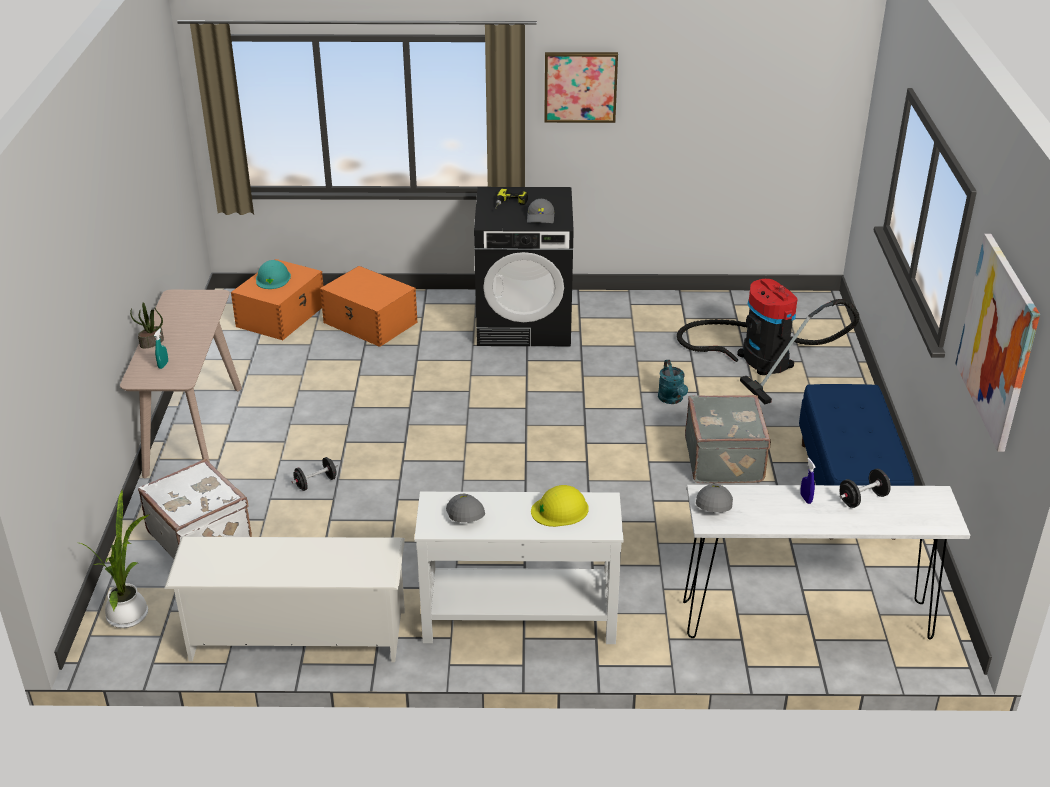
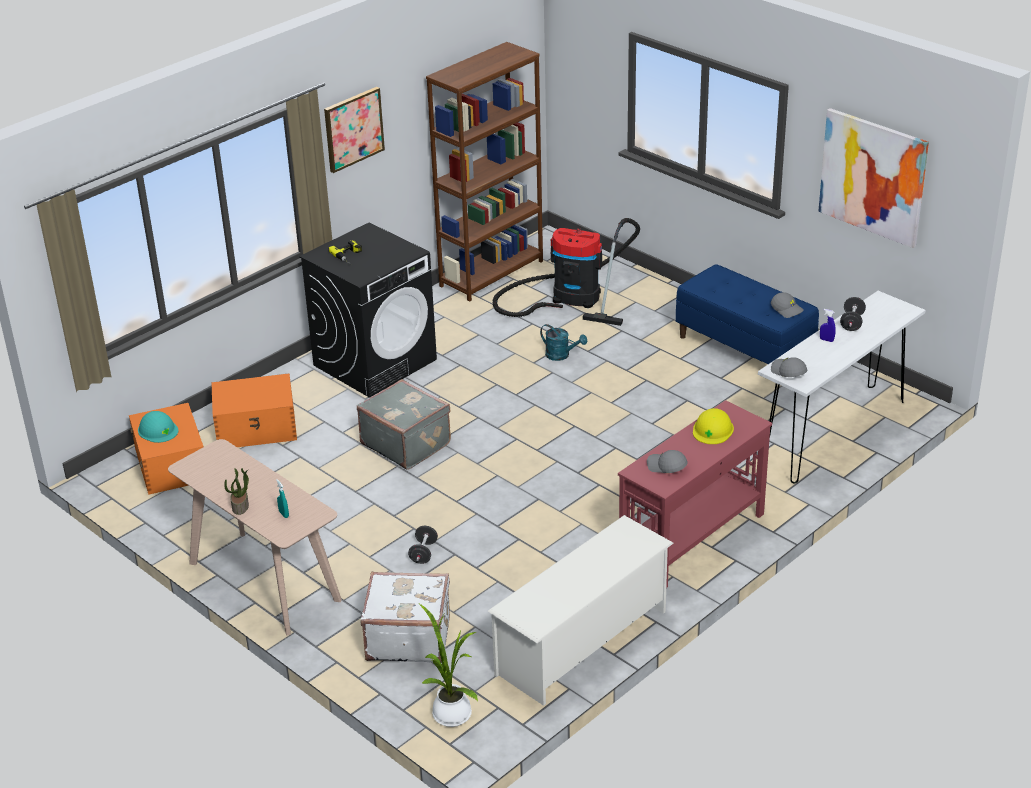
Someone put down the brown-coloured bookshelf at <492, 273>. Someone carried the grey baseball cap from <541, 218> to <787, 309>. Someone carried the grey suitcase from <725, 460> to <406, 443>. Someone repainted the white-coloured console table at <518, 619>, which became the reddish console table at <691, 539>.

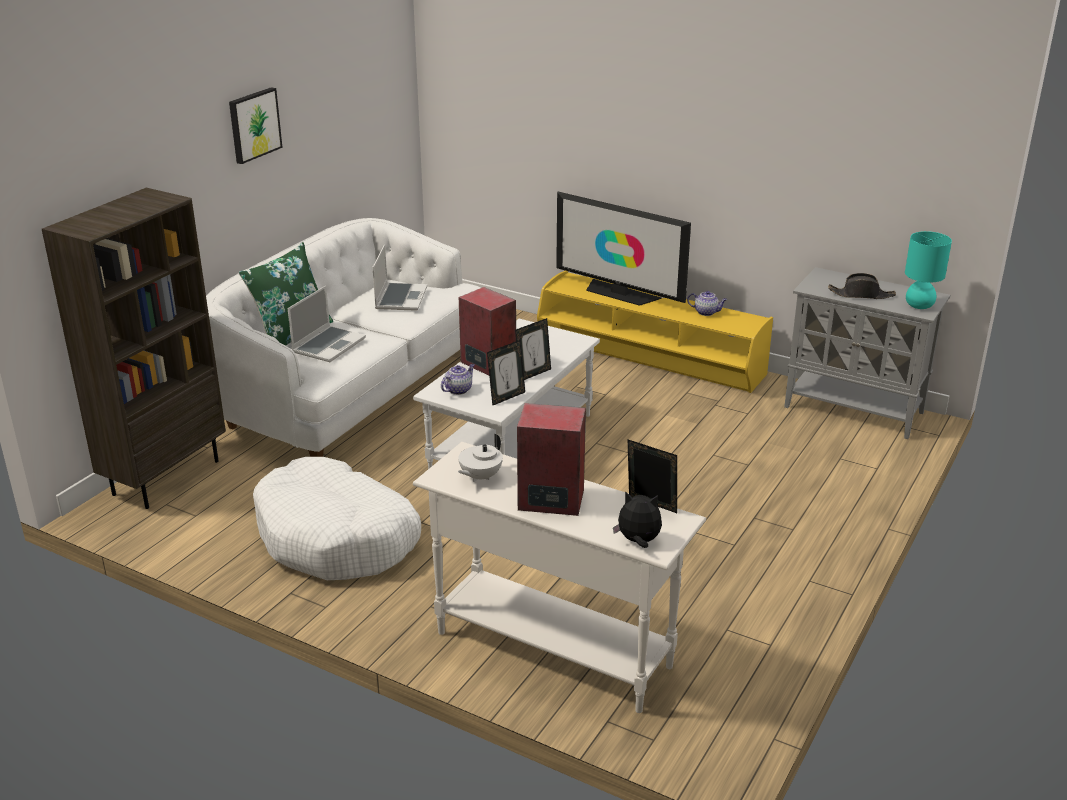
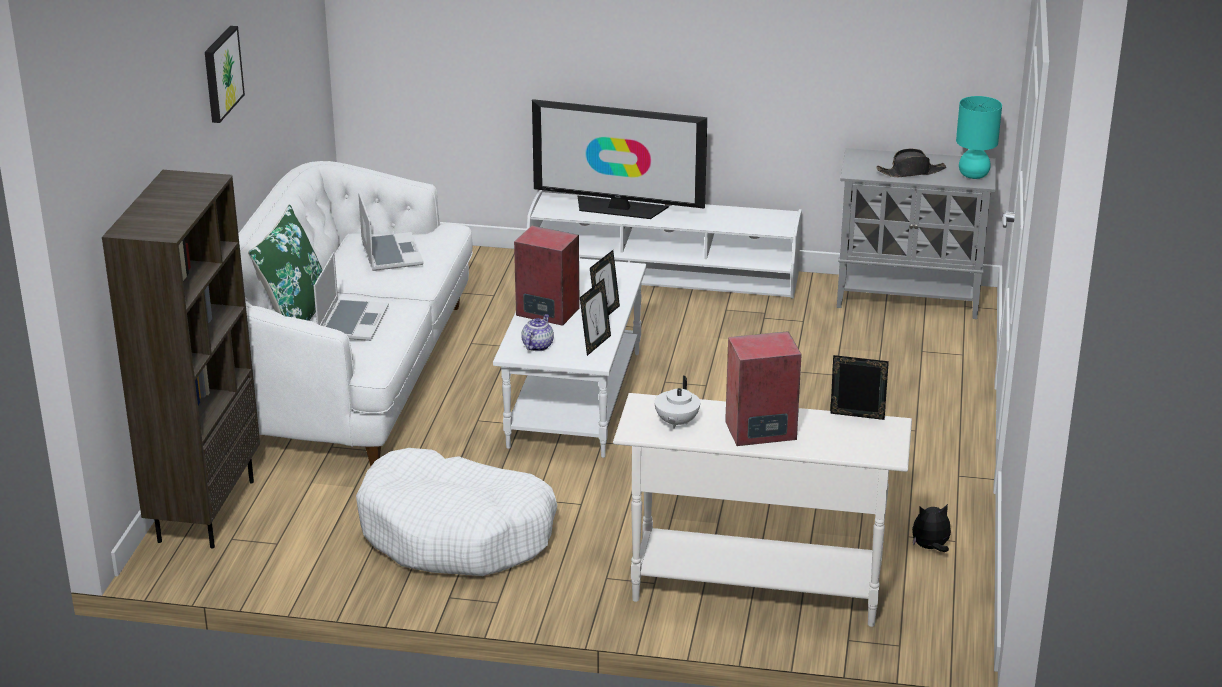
Someone took away the teapot at <706, 312>. Someone carried the plush toy from <638, 541> to <930, 548>. Someone repainted the yellowish media console at <650, 360>, which became the white-coloured media console at <663, 280>.

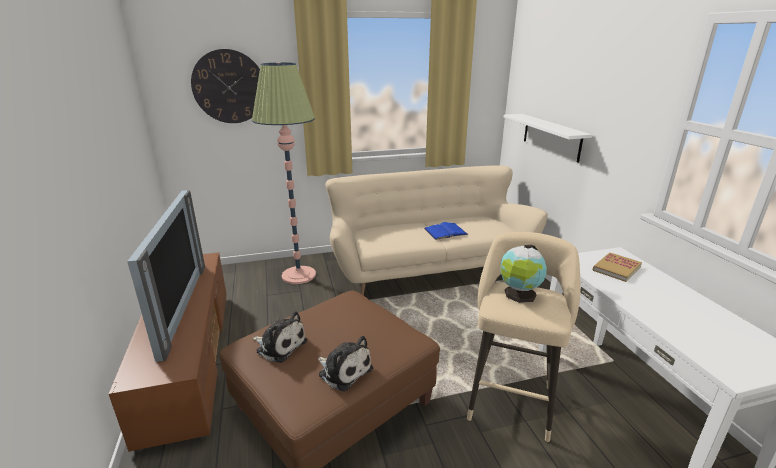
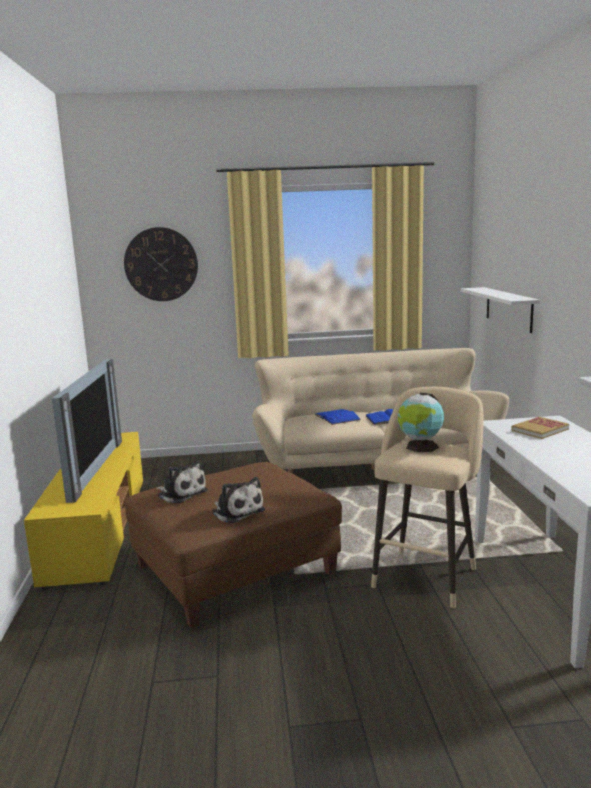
Someone took away the standing lamp at <299, 275>. Someone put down the bluish book at <337, 417>. Someone repainted the brown-coloured media console at <189, 357>, which became the yellowish media console at <98, 529>.

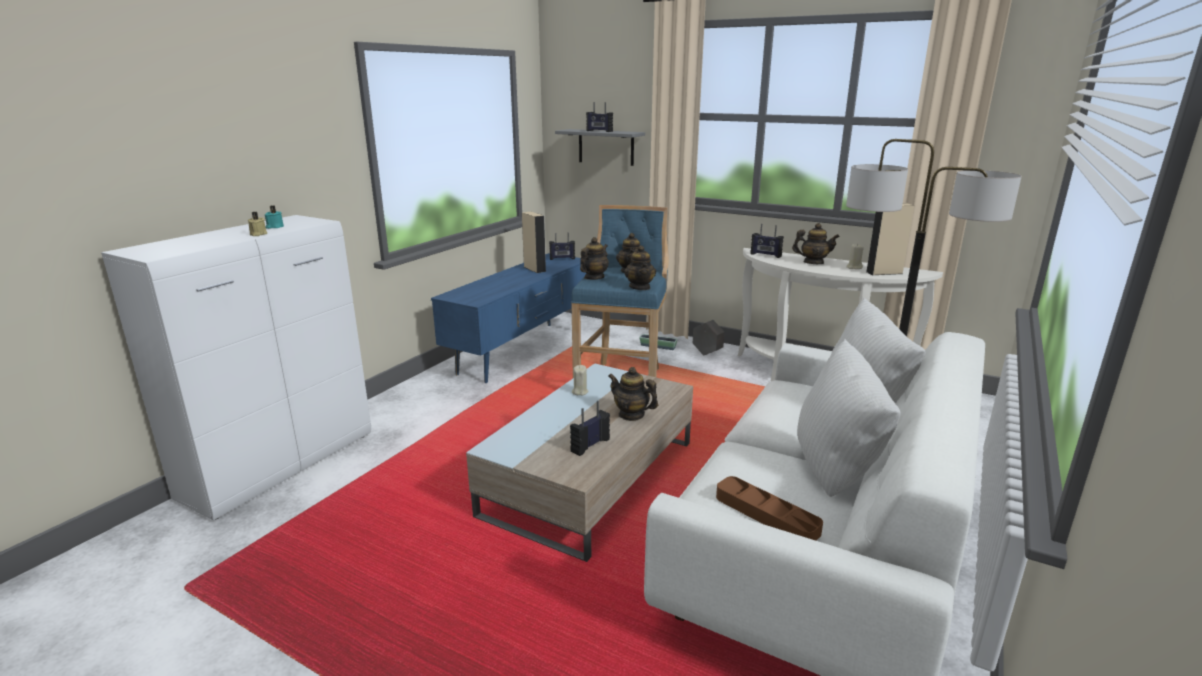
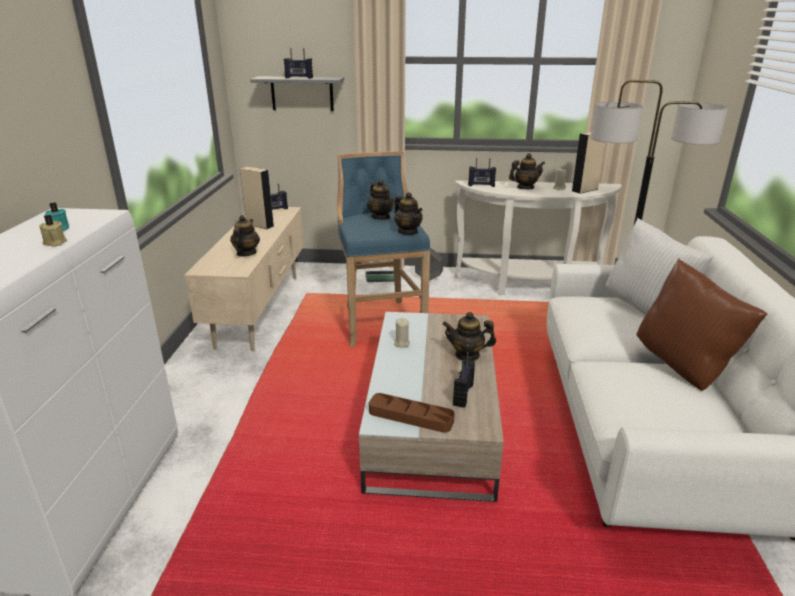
Someone carried the teapot from <594, 277> to <246, 253>. Someone carried the brown-coloured tray from <766, 514> to <410, 416>. Someone repainted the bluish media console at <521, 351>, which became the sand-coloured media console at <260, 310>. Someone repainted the white-coloured cushion at <837, 472>, which became the brown-coloured cushion at <683, 368>.

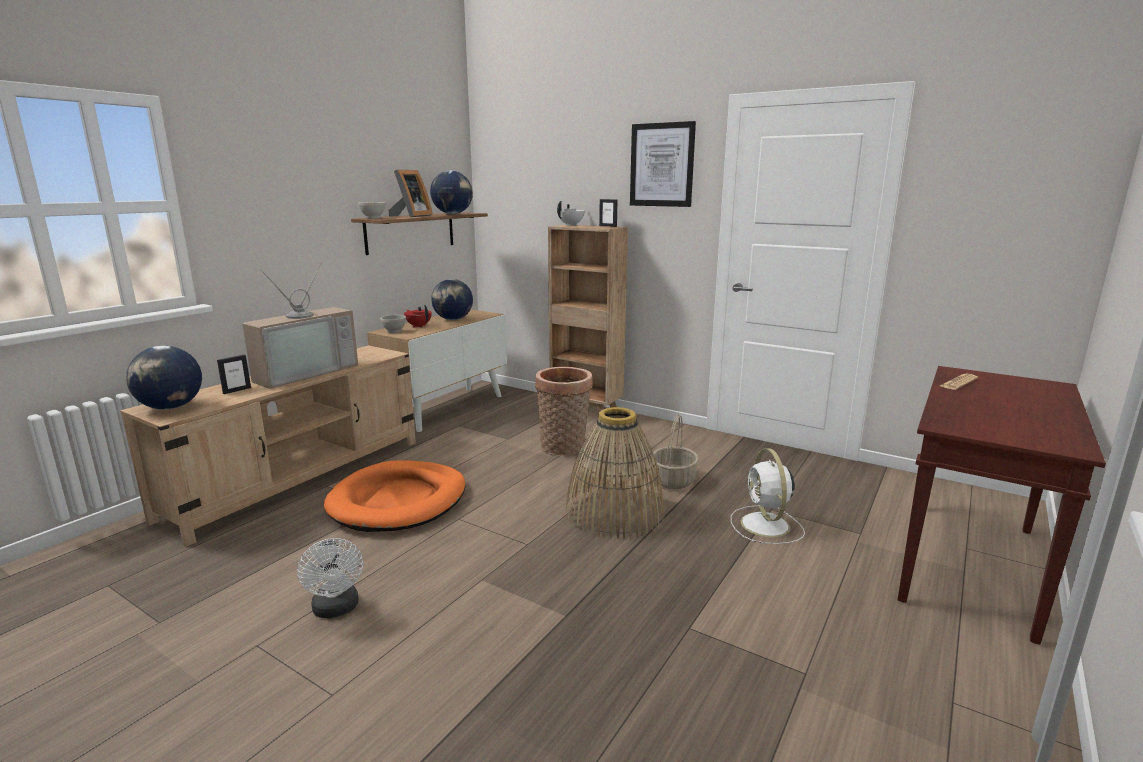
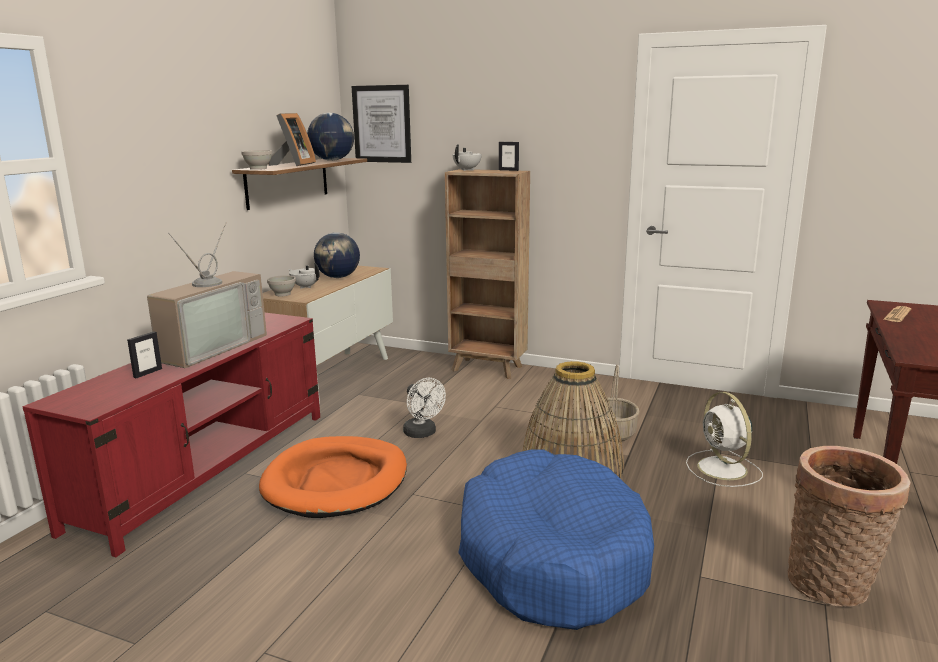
Someone took away the world globe at <170, 407>. Someone put down the bluish dog cushion at <551, 557>. Someone carried the white-coloured electric fan from <336, 609> to <422, 433>. Someone carried the household basket from <564, 448> to <833, 586>. Someone carried the wall art from <662, 165> to <382, 124>. Someone repainted the sand-coloured media console at <300, 478>, which became the reddish media console at <208, 467>. Someone repainted the reddish teapot at <418, 326>, which became the white-coloured teapot at <305, 287>.

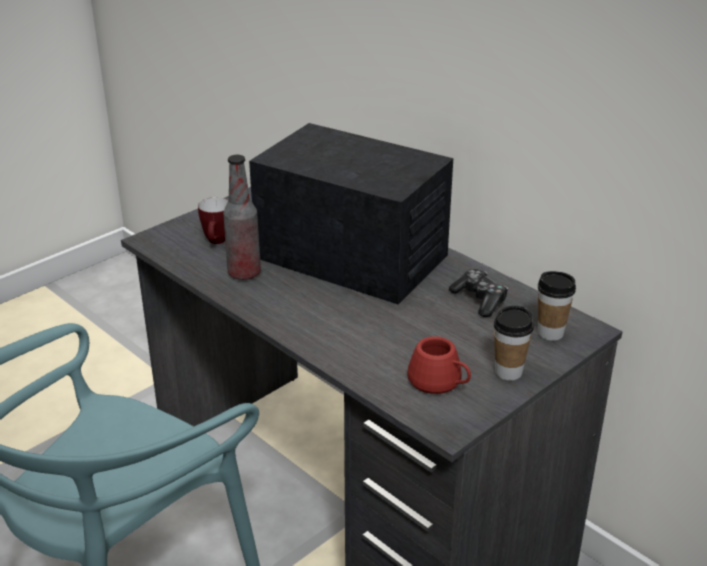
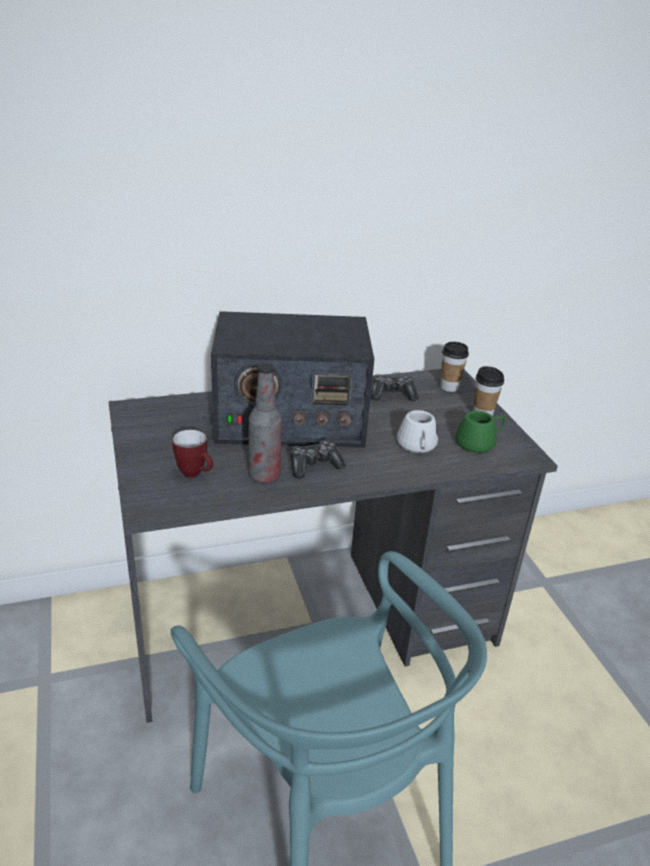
Someone put down the gamepad at <314, 466>. Someone put down the white-coloured mug at <417, 446>. Someone repainted the reddish mug at <440, 382>, which became the greenish mug at <479, 442>. Someone rotated the radio at <352, 256> by 150 degrees counterclockwise.

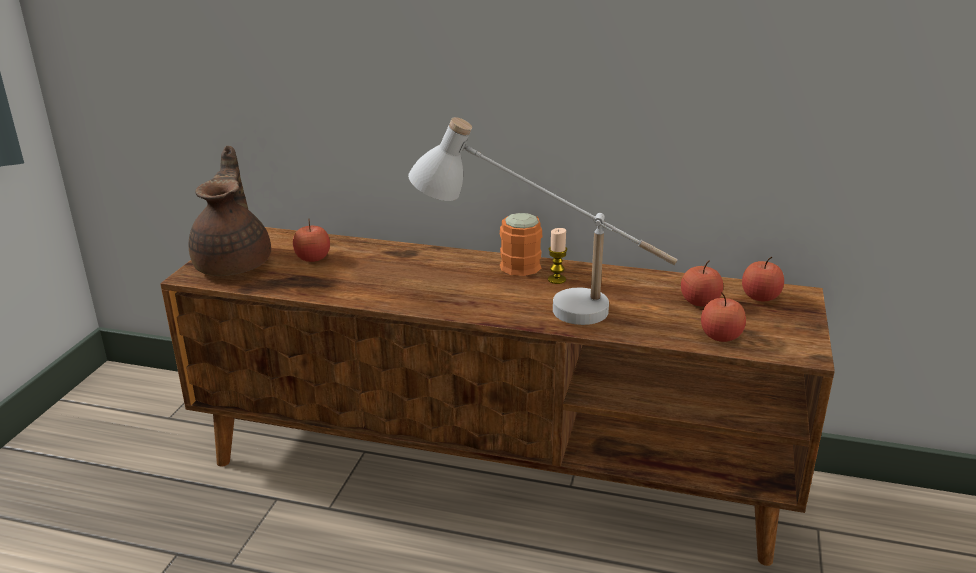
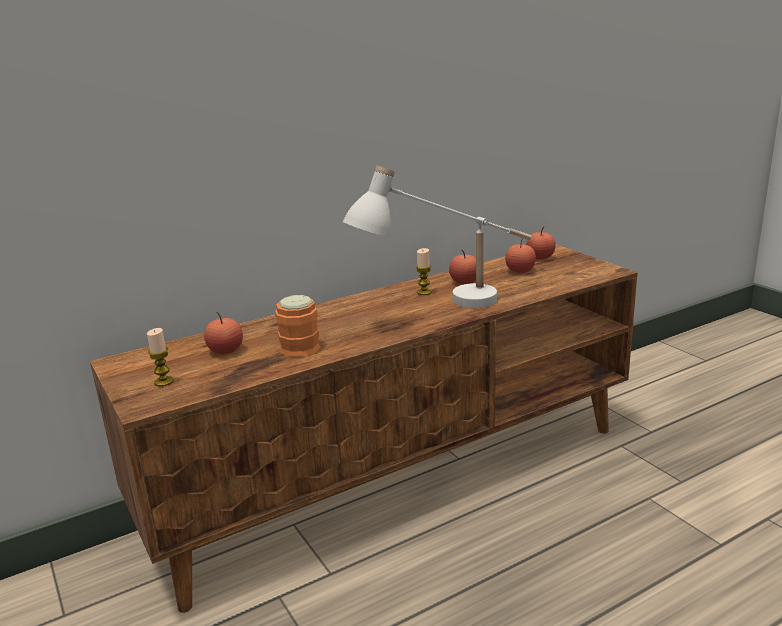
Someone carried the orangey mug from <524, 263> to <298, 344>. Someone carried the whole apple from <721, 336> to <464, 282>. Someone swapped the brown-coloured teapot at <235, 263> for the wax light at <164, 382>.

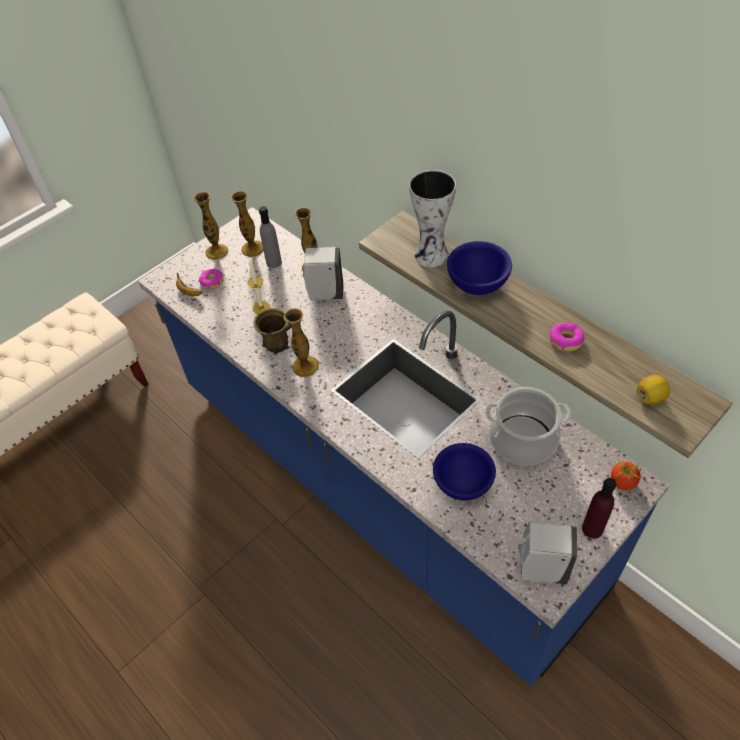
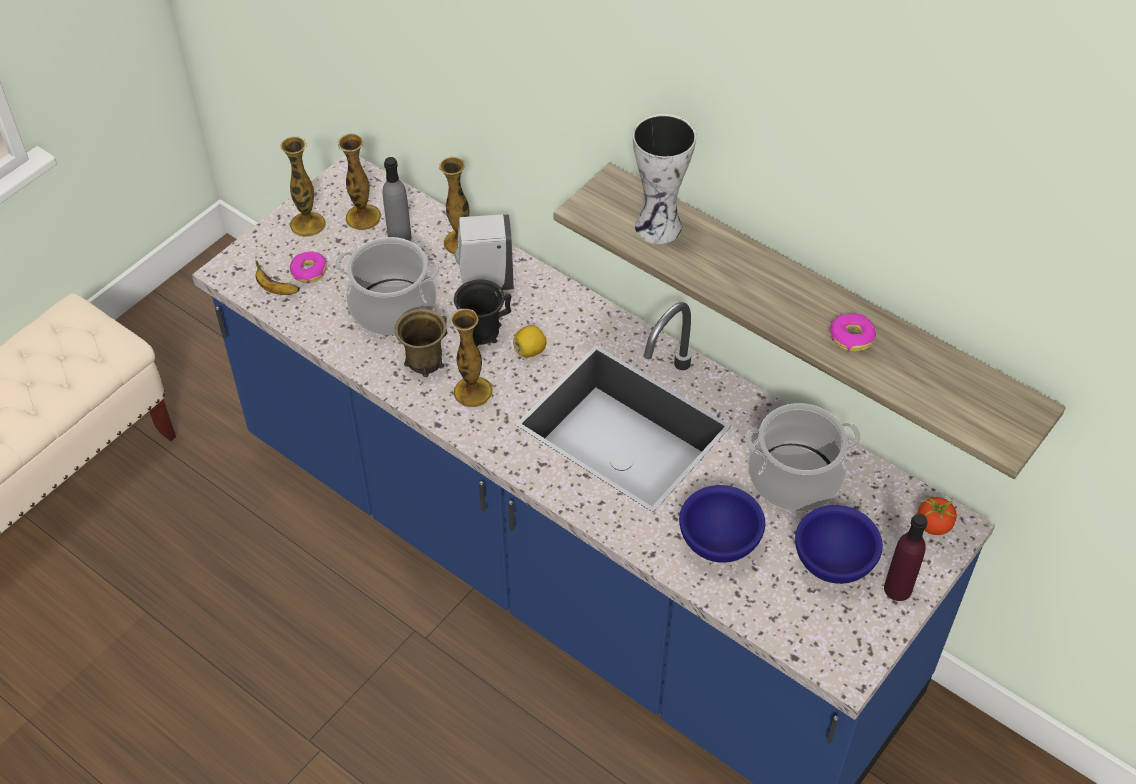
Someone took away the white-coloured liquid soap bottle at <540, 569>. Someone put down the black-coloured mug at <481, 331>. Someone carried the bluish deep dish from <477, 284> to <833, 561>. Someone carried the citrus fruit from <650, 398> to <530, 350>. Someone swapped the wax light at <261, 308> for the stockpot at <392, 308>.

